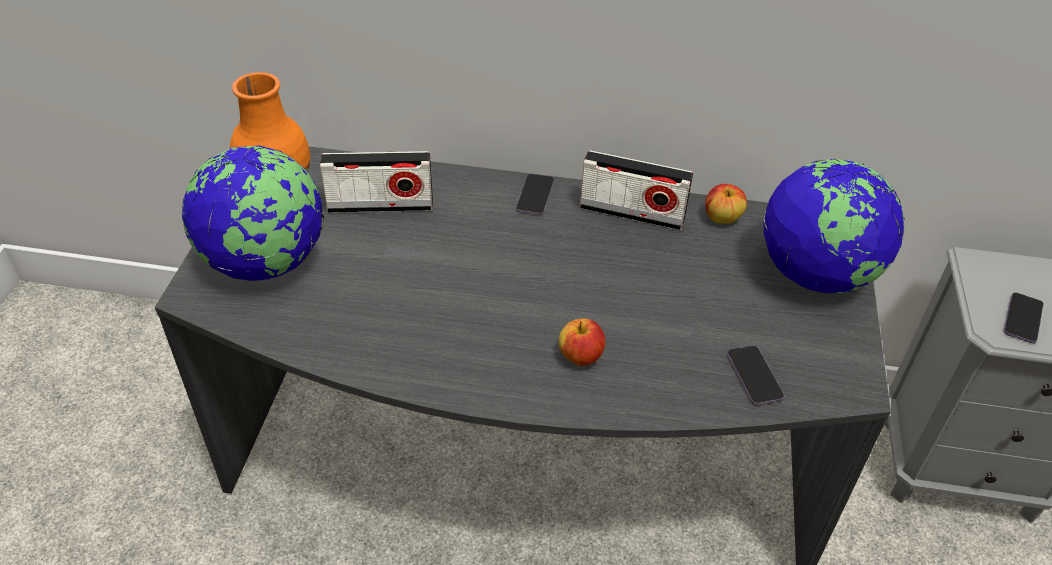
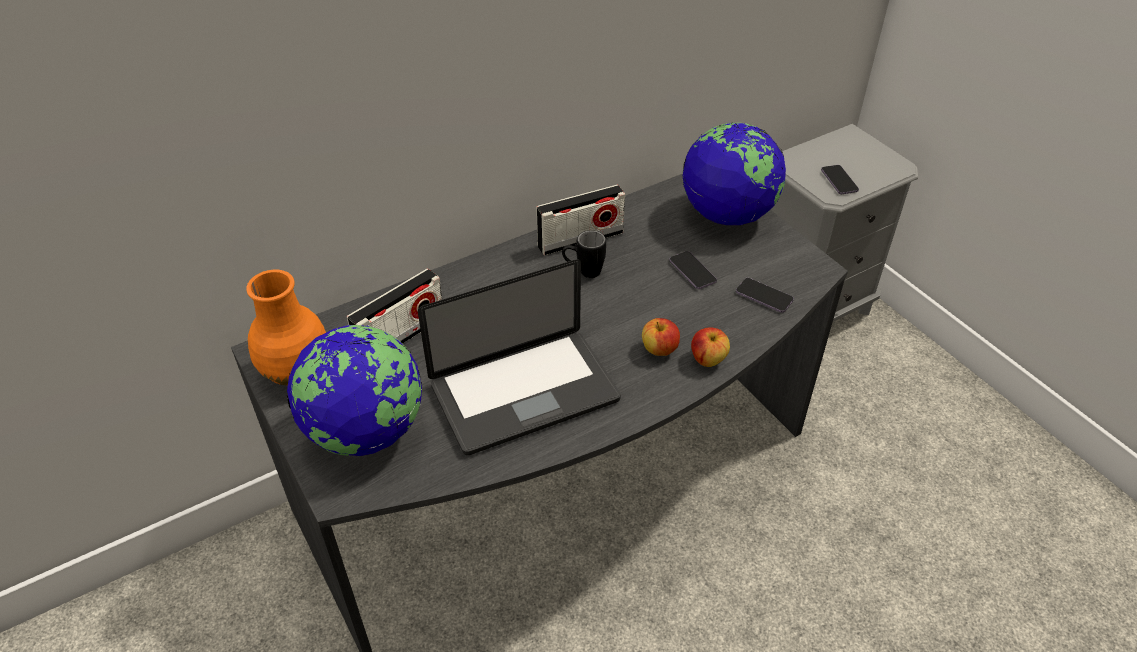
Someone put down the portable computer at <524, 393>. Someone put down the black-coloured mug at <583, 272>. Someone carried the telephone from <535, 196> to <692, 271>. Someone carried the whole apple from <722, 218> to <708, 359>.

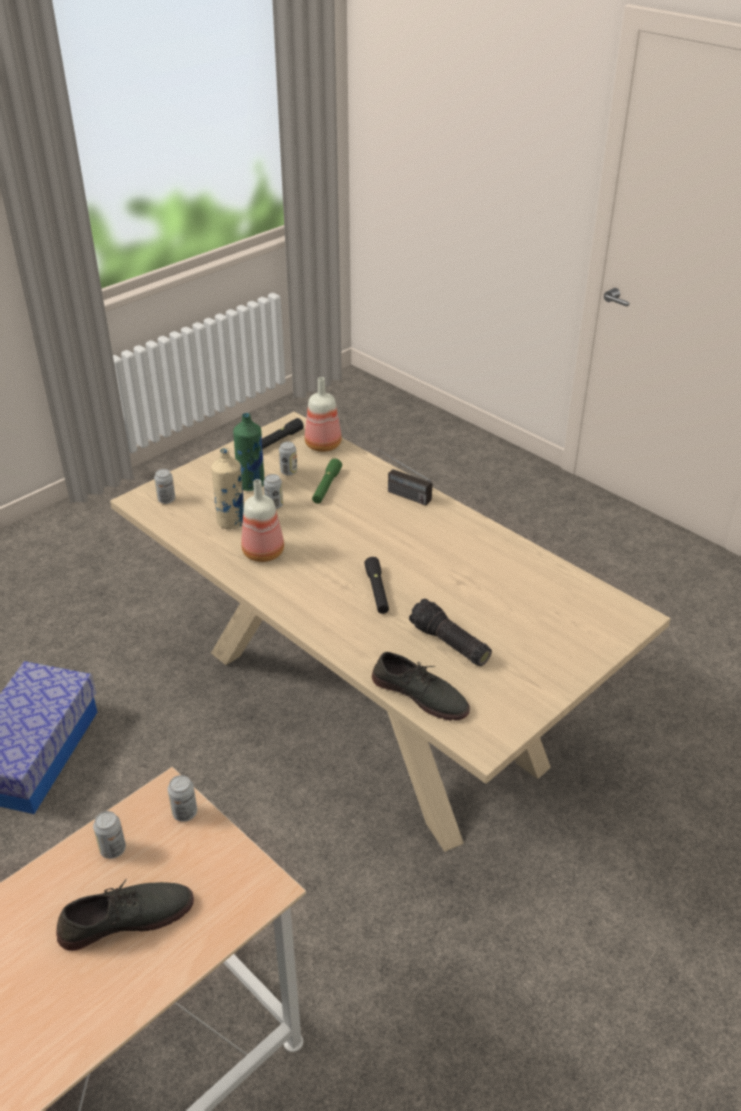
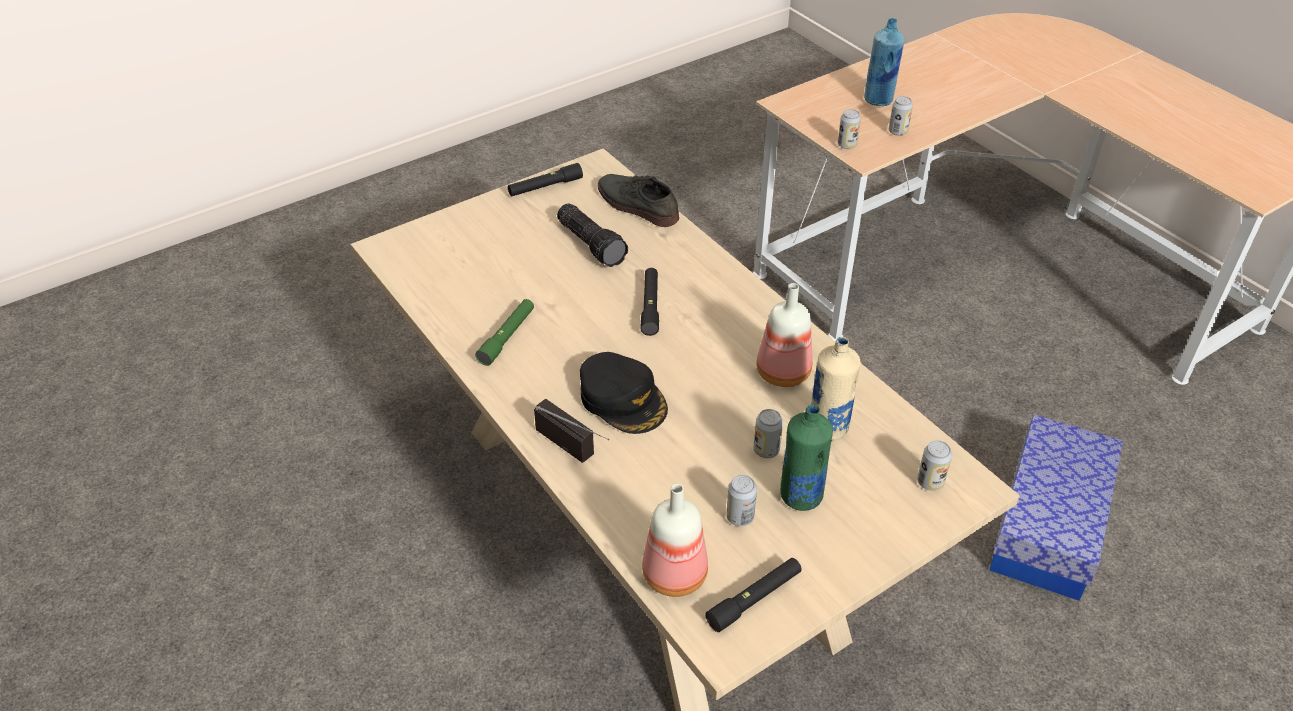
Someone put down the black-coloured flashlight at <545, 187>. Someone put down the black-coloured baseball cap at <623, 399>. Someone carried the greenish flashlight from <326, 486> to <507, 337>. Someone swapped the grey item of footwear at <126, 918> for the bluish drink bottle at <878, 100>.

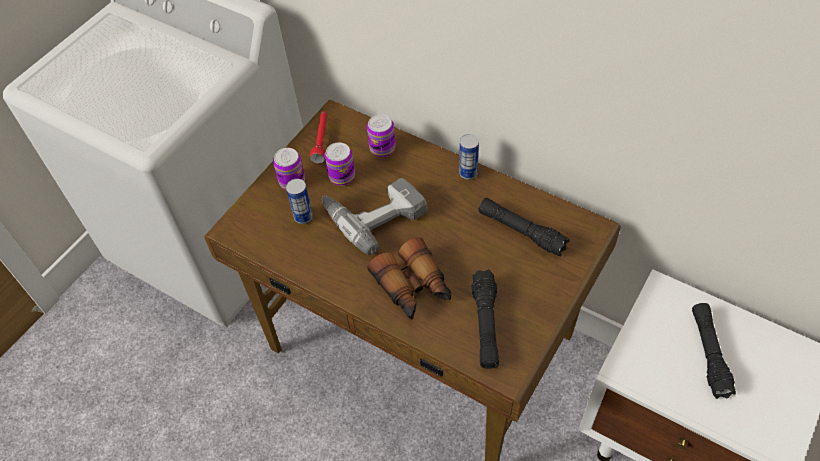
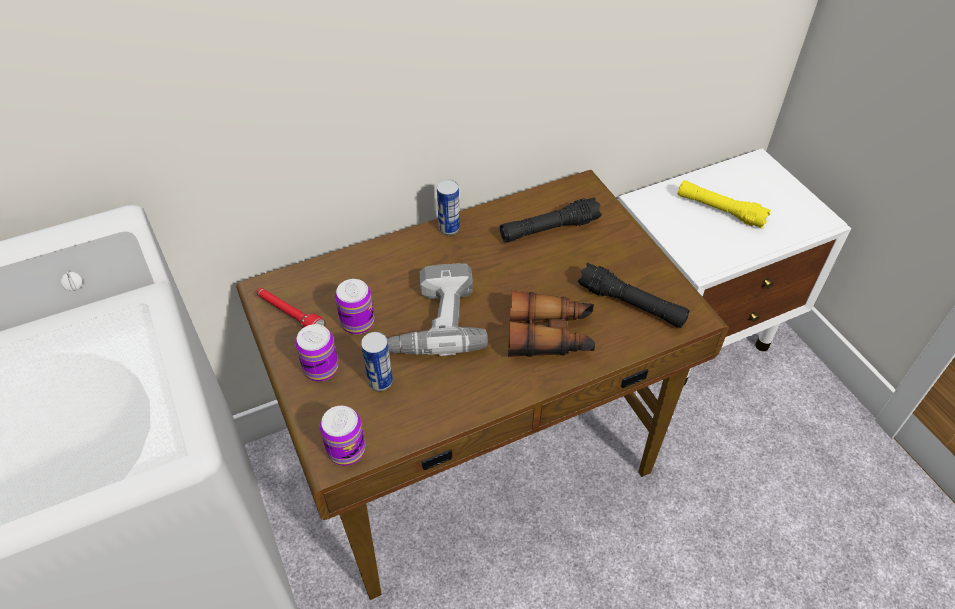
Someone carried the can from <382, 148> to <346, 450>. Someone repainted the black-coloured flashlight at <709, 353>, which became the yellowish flashlight at <720, 210>.

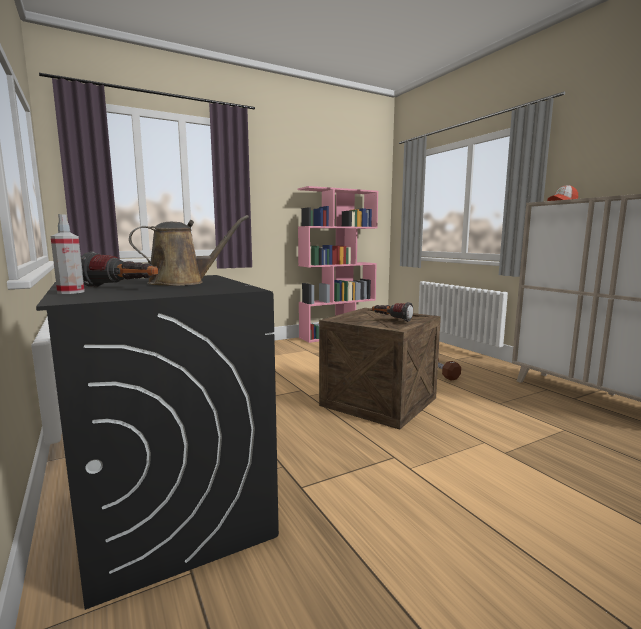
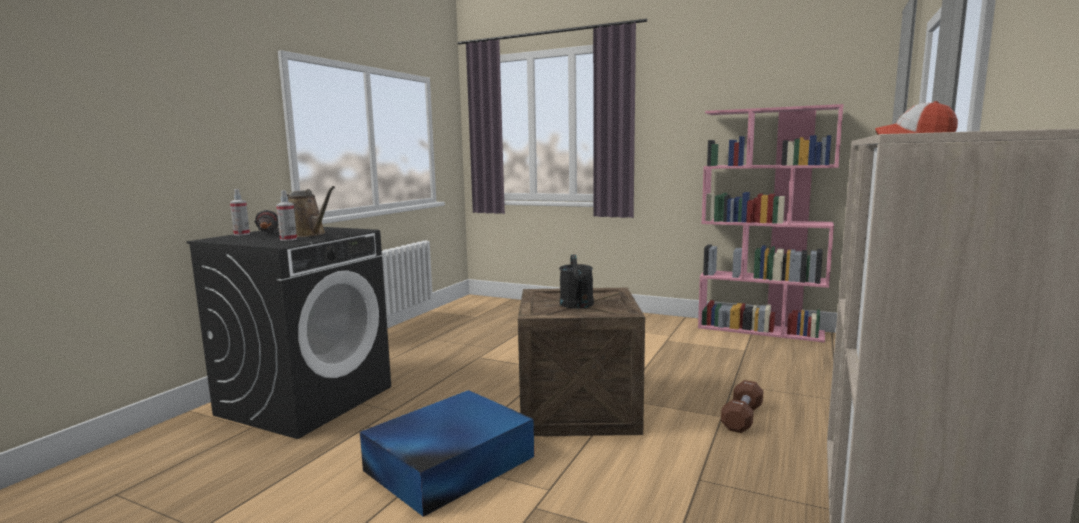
Someone put down the hand sprayer at <288, 239>. Someone put down the bluish storage container at <447, 464>. Someone swapped the flashlight at <391, 319> for the black-coloured watering can at <577, 305>.

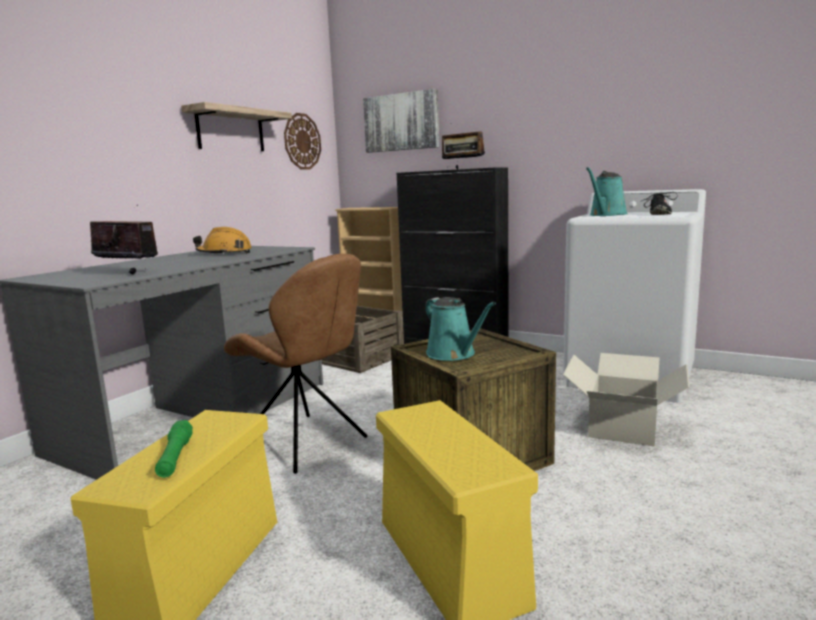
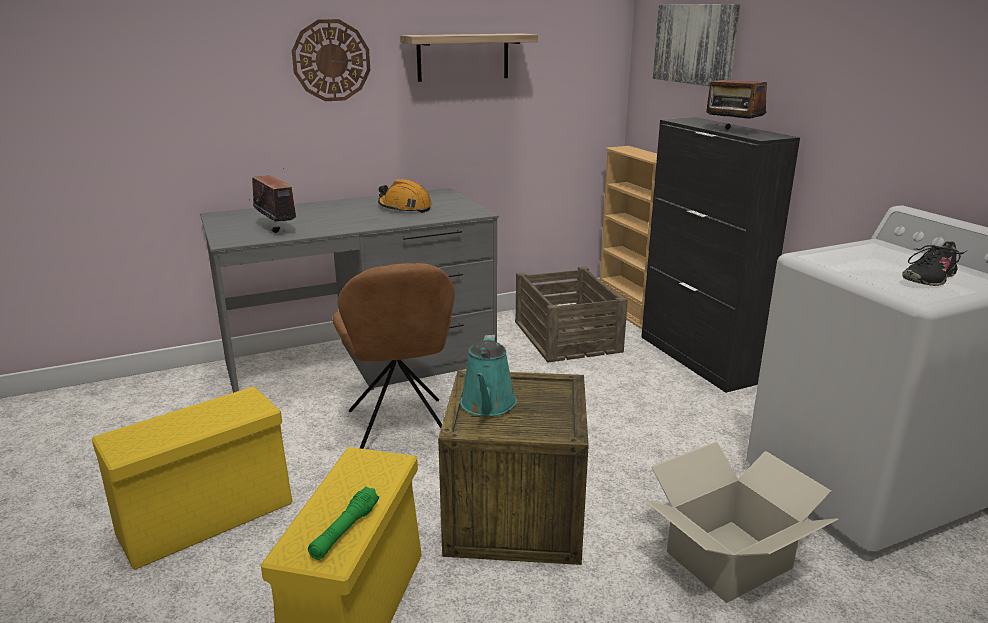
Someone took away the turquoise watering can at <606, 215>. Someone carried the greenish flashlight from <175, 457> to <345, 531>. Someone carried the wall clock from <302, 141> to <331, 60>.

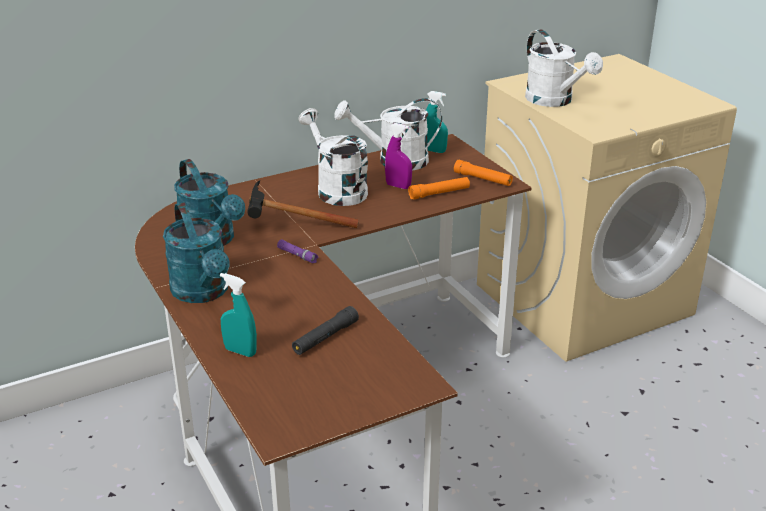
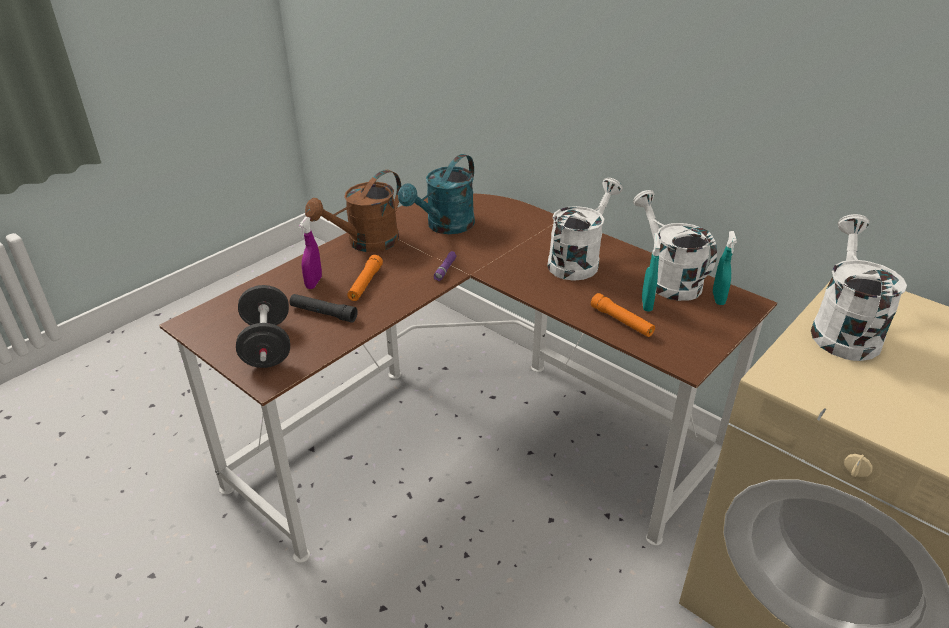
Someone took away the tool hammer at <288, 227>. Someone put down the black-coloured free weight at <267, 345>. Someone carried the turquoise hand sprayer from <240, 351> to <646, 304>. Someone carried the purple hand sprayer from <398, 186> to <314, 283>. Someone carried the orangey flashlight from <483, 179> to <365, 284>. Someone repainted the turquoise watering can at <203, 293>, which became the brown-coloured watering can at <366, 243>. Someone rotated the white-coloured watering can at <555, 101> by 150 degrees clockwise.

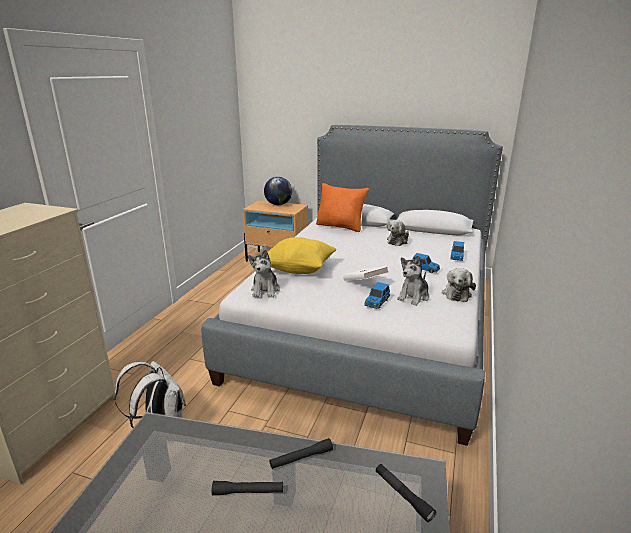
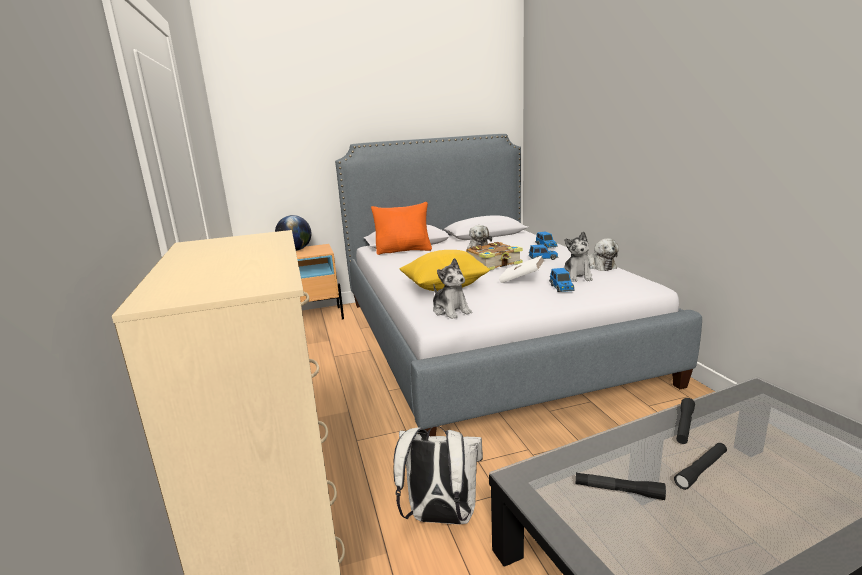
Someone put down the book at <494, 264>. Someone carried the black-coloured flashlight from <403, 495> to <618, 491>.

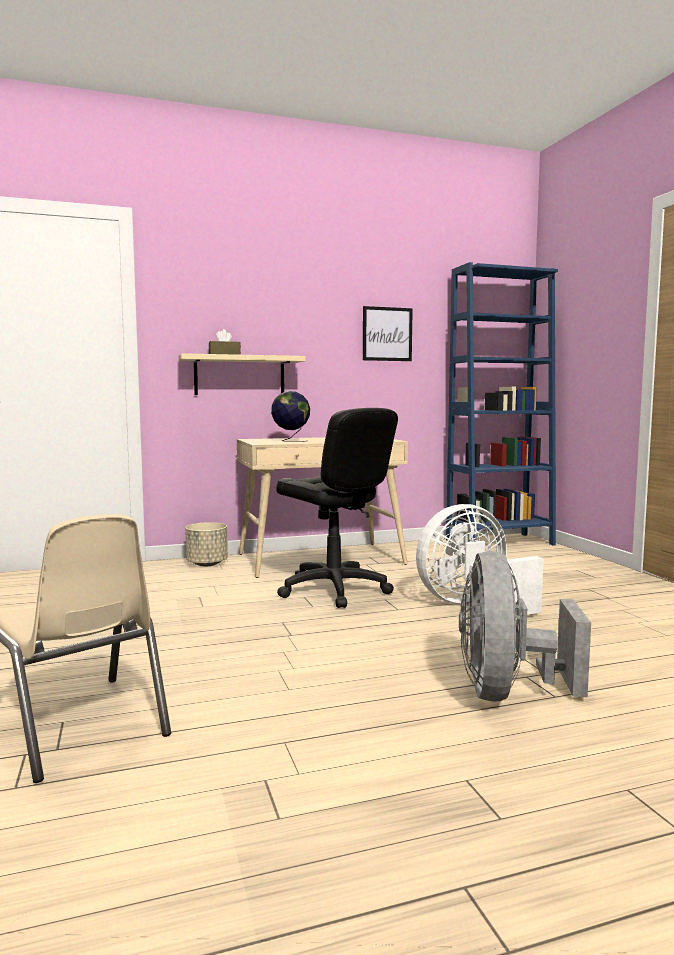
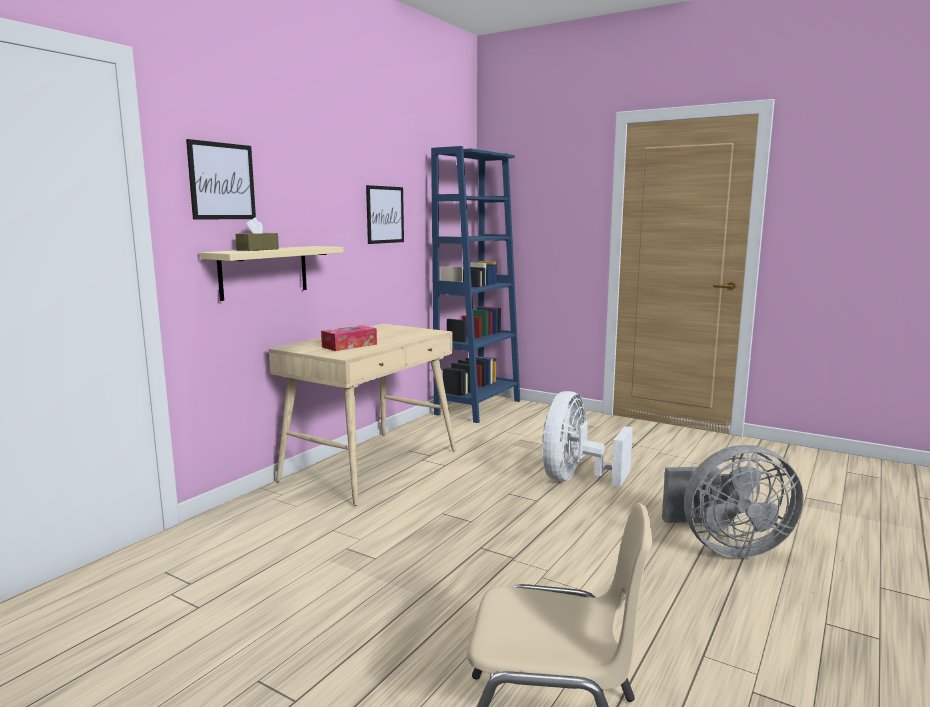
Someone took away the sand-coloured plant pot at <207, 564>. Someone took away the black-coloured computer chair at <334, 590>. Someone put up the wall art at <222, 181>. Someone swapped the world globe at <290, 441> for the tissue box at <349, 345>. Someone rotated the grey electric fan at <507, 692> by 60 degrees counterclockwise.

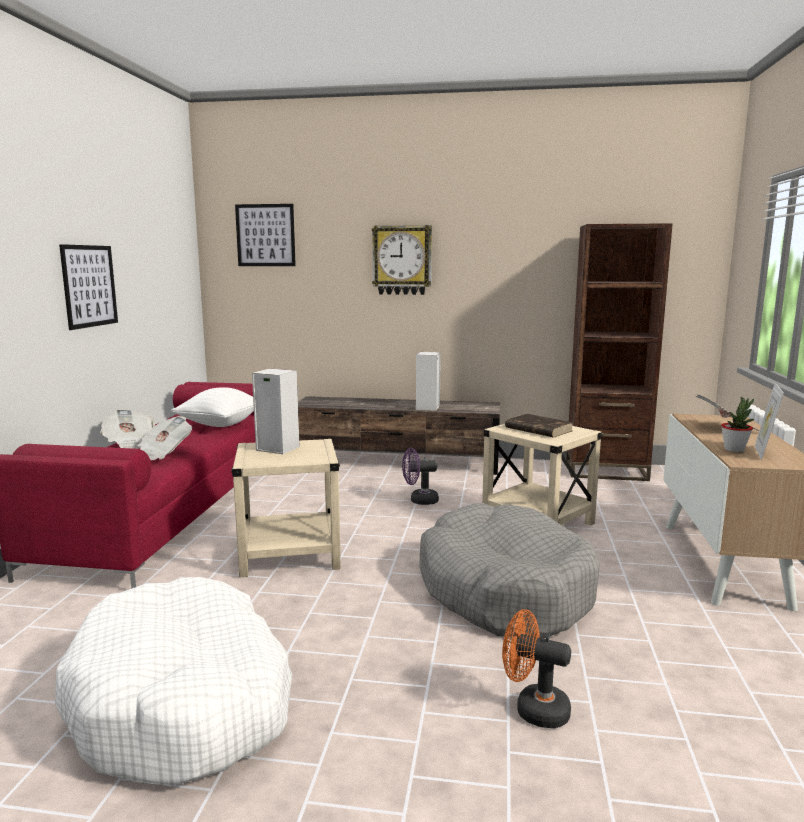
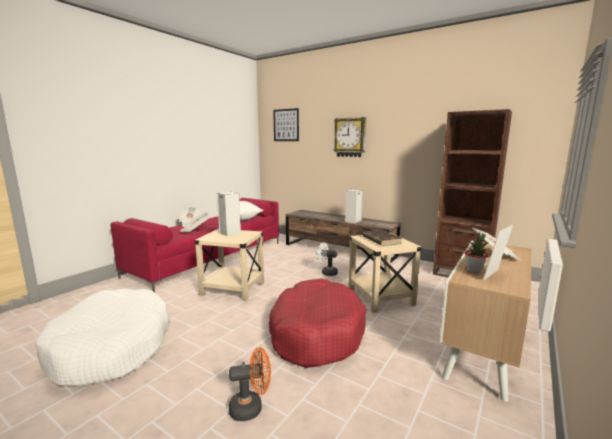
Someone took away the wall art at <89, 286>. Someone repainted the purple electric fan at <419, 500>, which became the white-coloured electric fan at <327, 273>. Someone repainted the grey dog cushion at <504, 590>, which became the reddish dog cushion at <315, 333>. Someone rotated the orangey electric fan at <533, 709> by 120 degrees clockwise.

